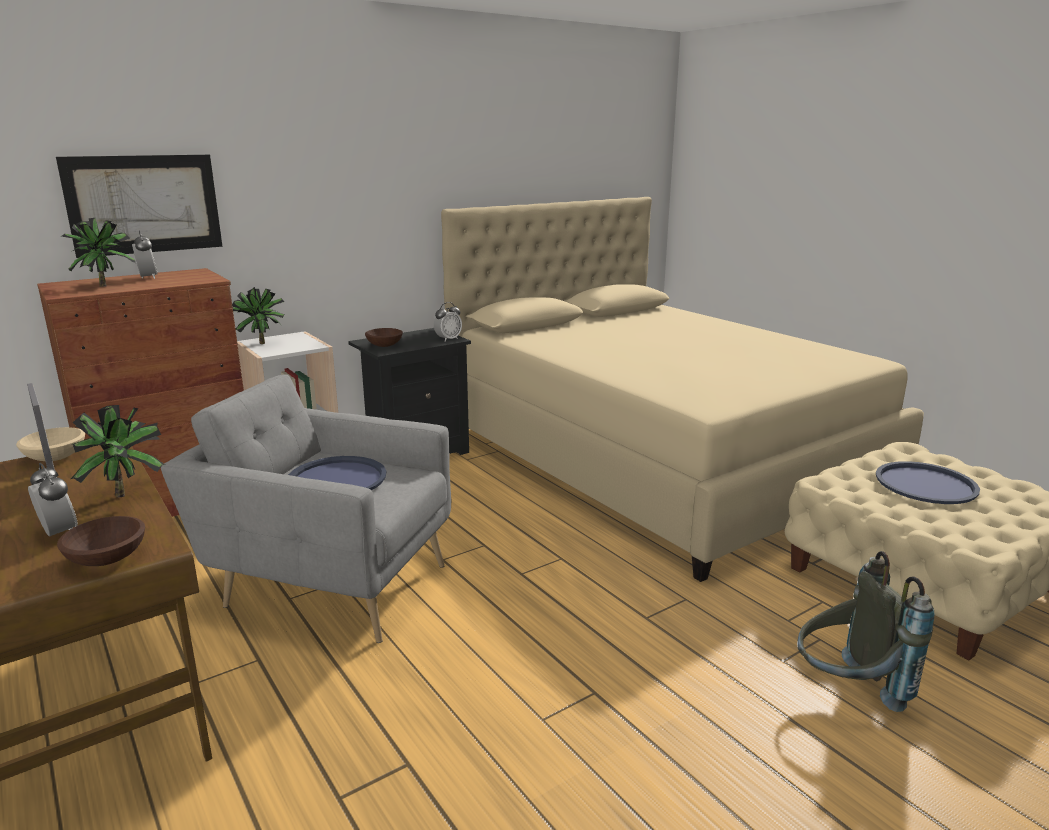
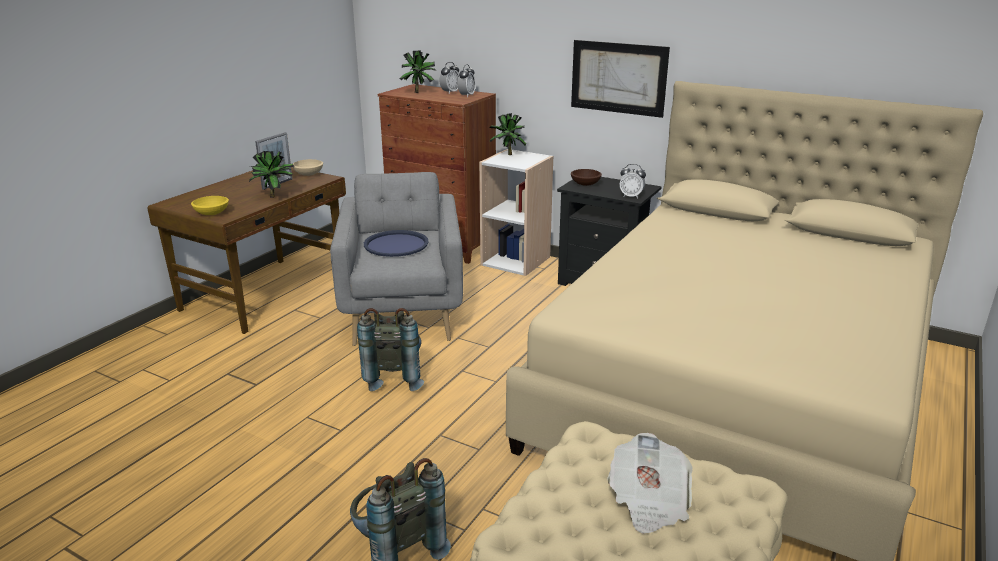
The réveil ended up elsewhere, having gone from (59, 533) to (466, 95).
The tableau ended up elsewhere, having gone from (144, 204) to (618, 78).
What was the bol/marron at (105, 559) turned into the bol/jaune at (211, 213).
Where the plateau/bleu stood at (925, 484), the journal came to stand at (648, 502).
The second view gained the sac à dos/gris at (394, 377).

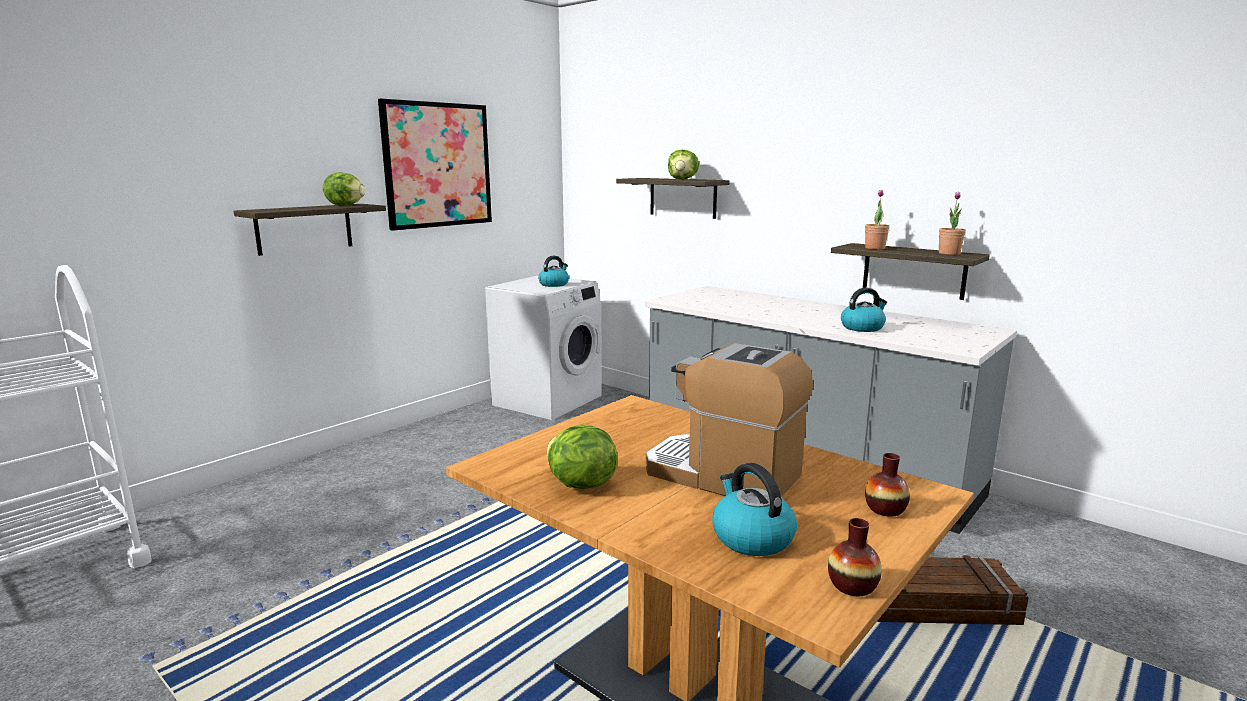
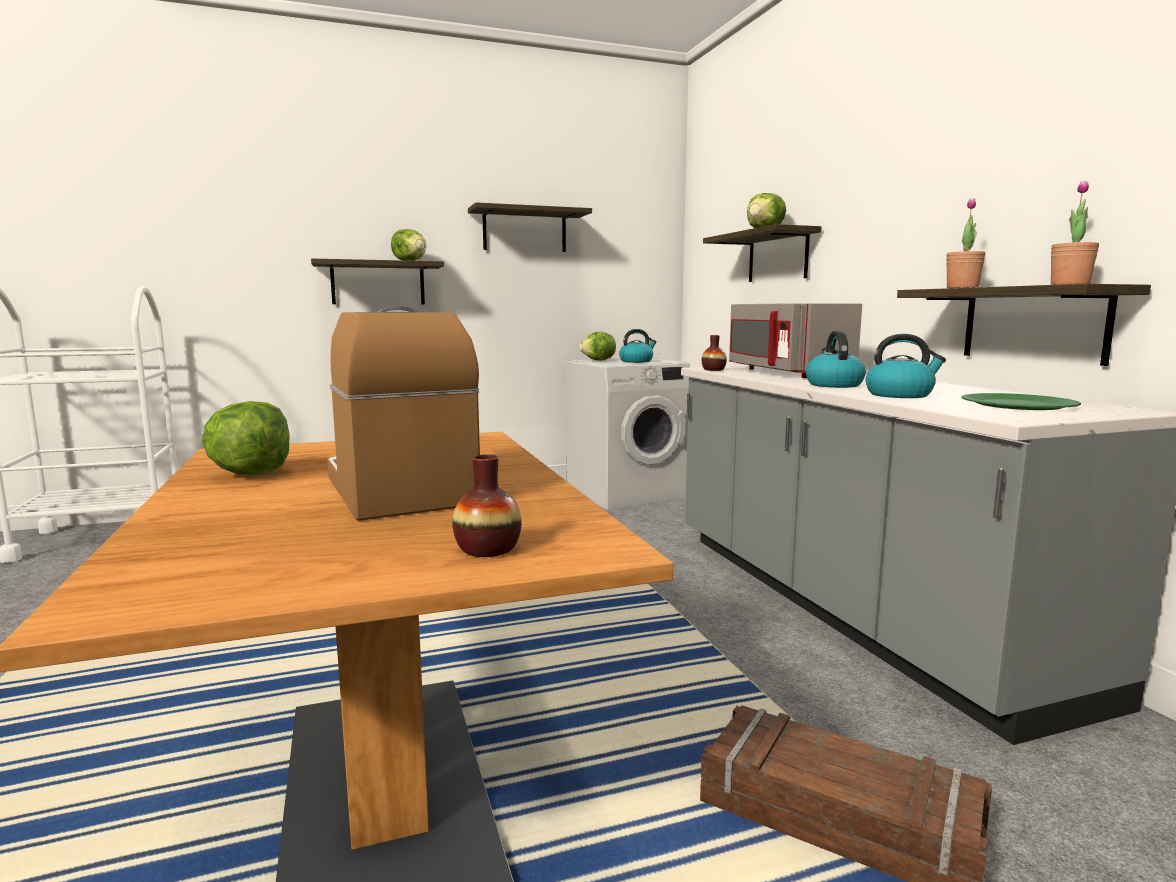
Where the tableau hung at (437, 165), the étagère came to hang at (524, 231).
The bouilloire ended up elsewhere, having gone from (751, 537) to (833, 385).
The vase ended up elsewhere, having gone from (852, 586) to (713, 370).
The second view gained the laitue at (599, 360).
The second view gained the micro-ondes/gris at (785, 372).
The second view gained the assiette/vert at (1017, 405).

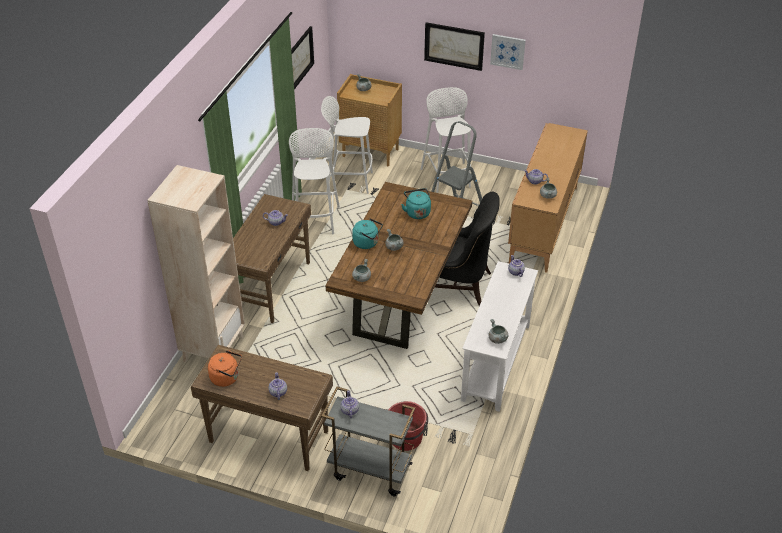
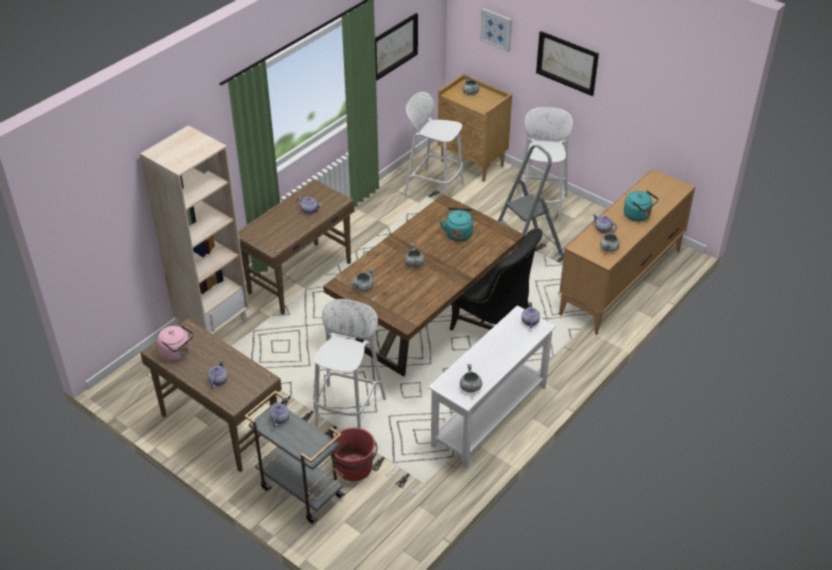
What was the bouilloire/orange at (226, 378) turned into the bouilloire/rose at (177, 353).
The tabouret/blanc ended up elsewhere, having gone from (315, 220) to (348, 410).
The bouilloire/turquoise ended up elsewhere, having gone from (367, 243) to (638, 216).
The tableau ended up elsewhere, having gone from (508, 51) to (496, 29).

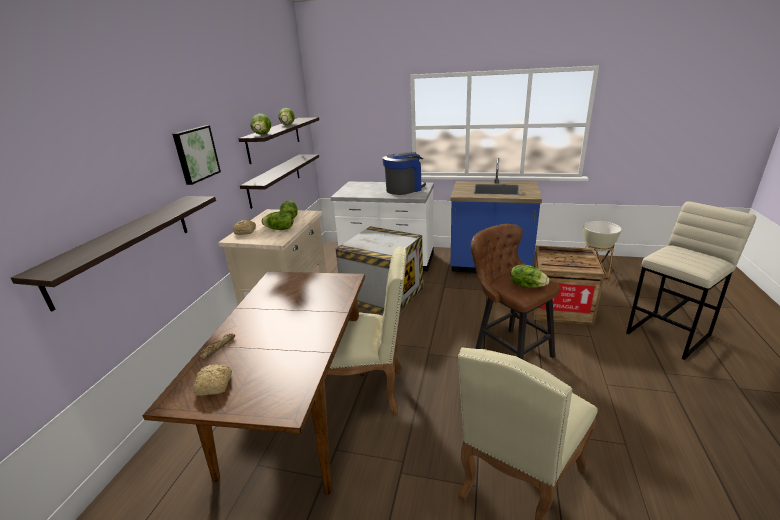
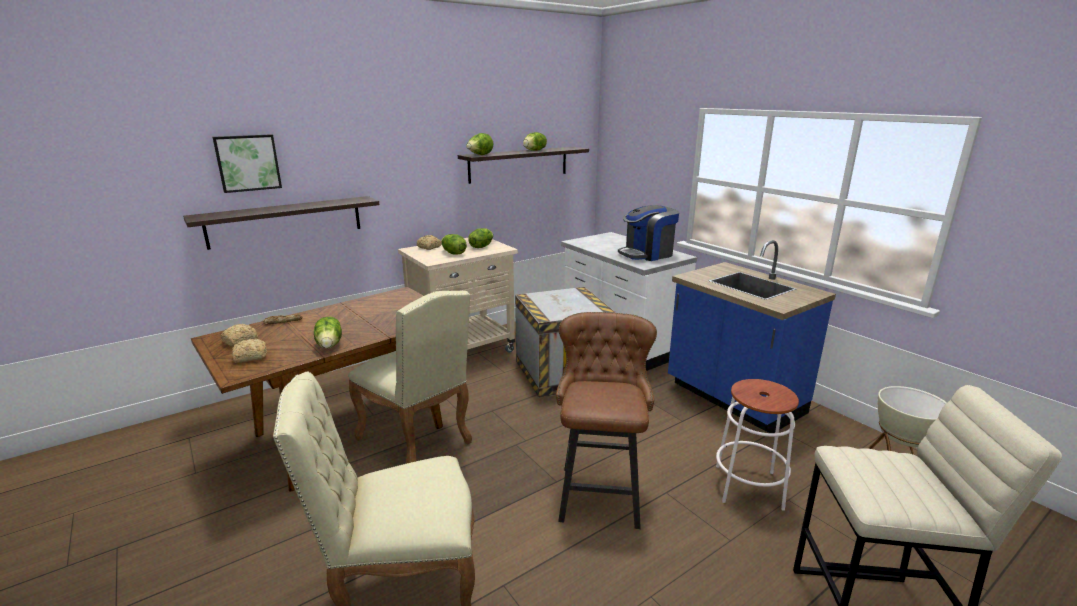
The tableau ended up elsewhere, having gone from (195, 154) to (247, 163).
The second view lost the étagère at (275, 179).
The machine à café at (404, 189) ended up facing another way, 150 degrees clockwise from before.
The laitue ended up elsewhere, having gone from (527, 285) to (330, 345).
Where the caisse stood at (560, 307), the tabouret/blanc came to stand at (748, 486).
The second view gained the pain at (249, 357).

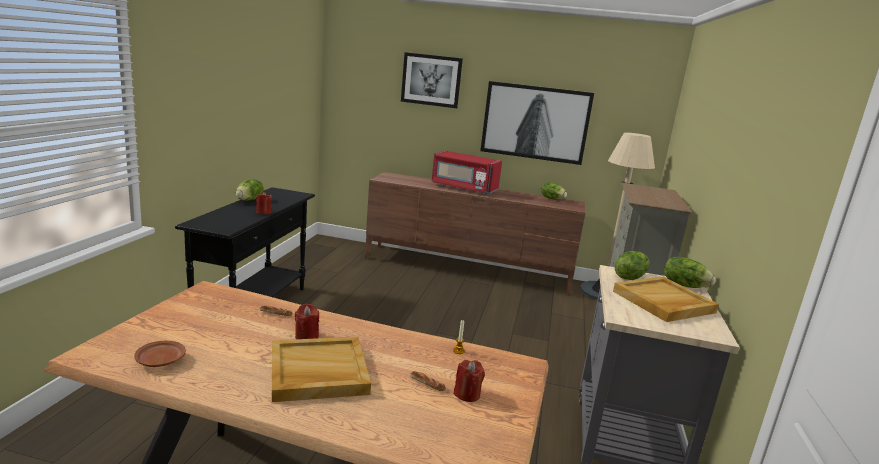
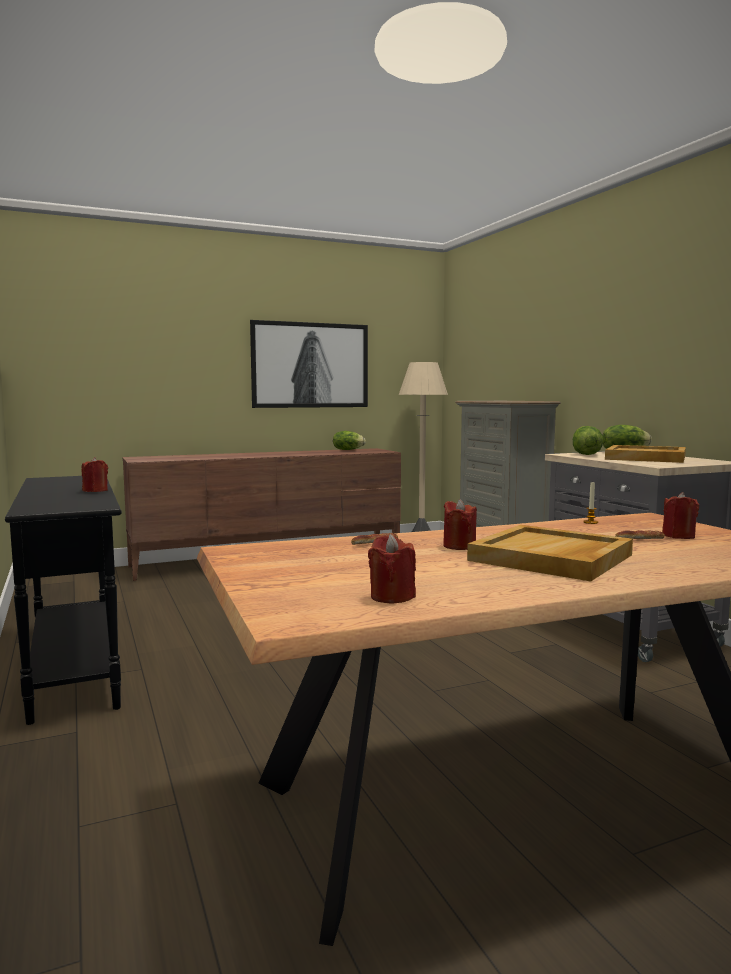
Where the assiette/marron stood at (160, 361), the bougie/rouge came to stand at (392, 597).
The second view lost the laitue at (249, 200).
The second view lost the tableau at (431, 80).
The second view lost the micro-ondes/rouge at (463, 188).

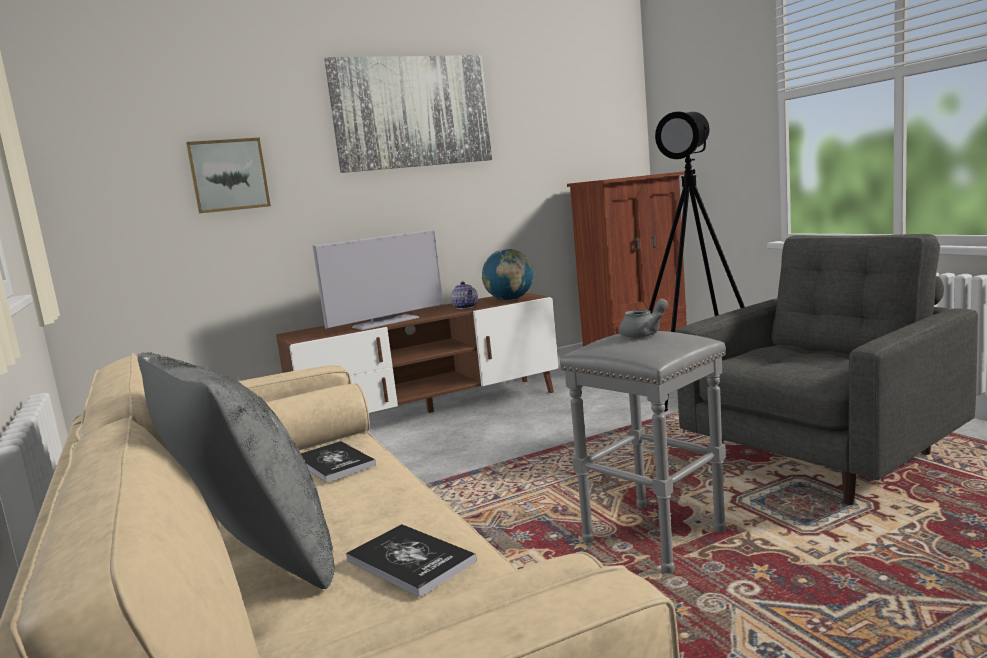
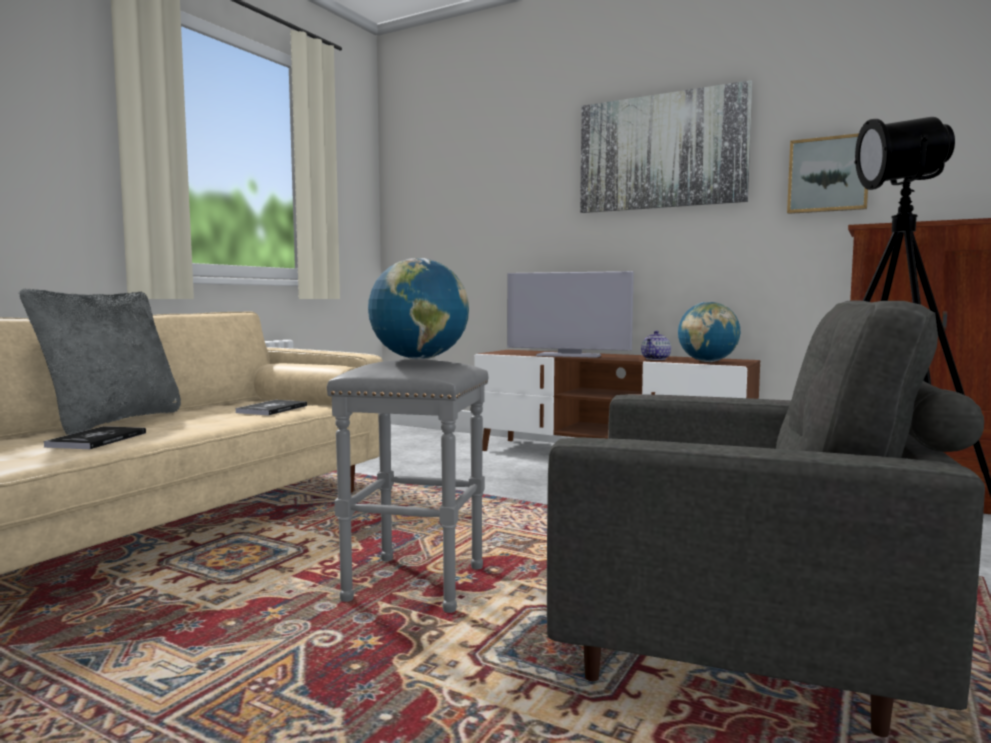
The tableau ended up elsewhere, having gone from (228, 175) to (828, 175).
Where the théière/gris stood at (645, 333), the globe came to stand at (419, 359).

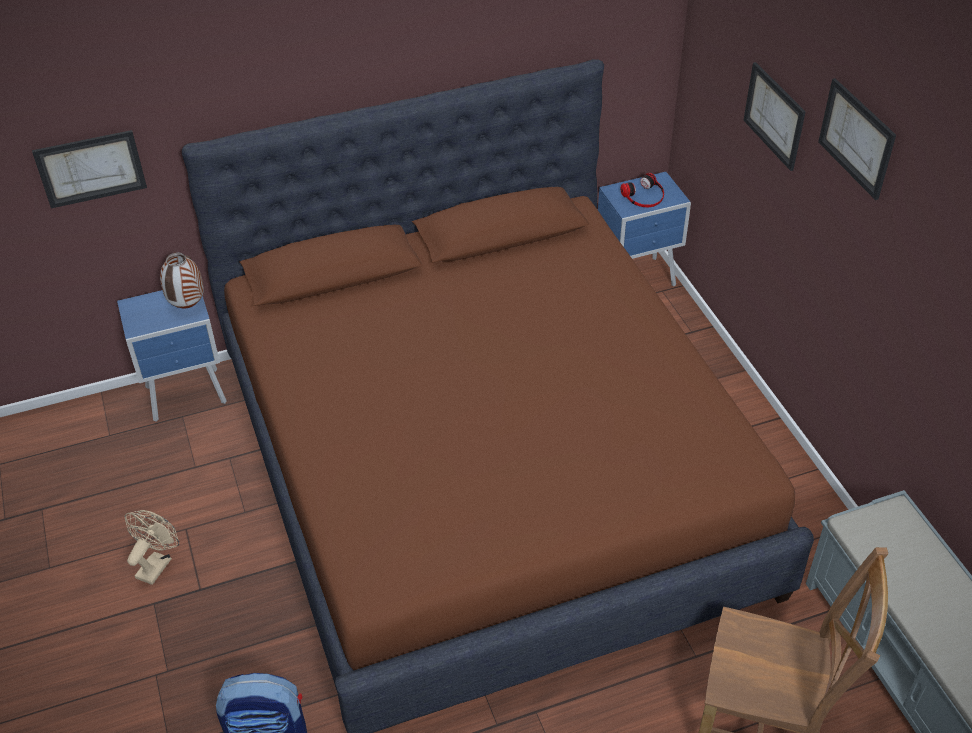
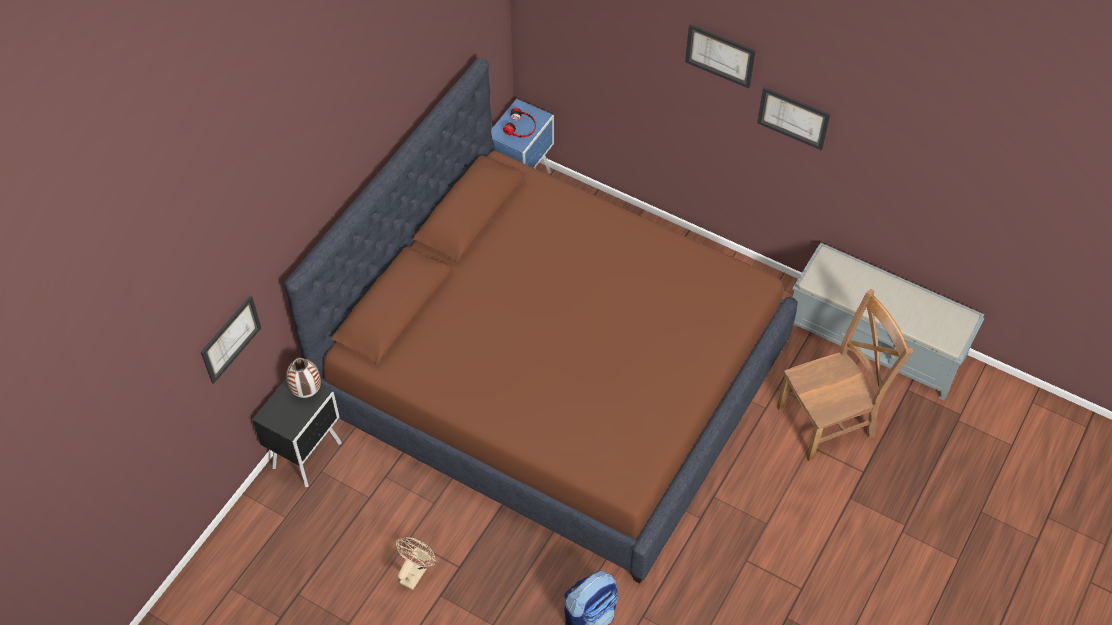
What was the table de chevet/bleu at (188, 395) turned into the table de chevet/noir at (309, 455).
The ventilateur/beige at (157, 564) ended up facing another way, 45 degrees clockwise from before.
The tableau ended up elsewhere, having gone from (774, 115) to (793, 118).

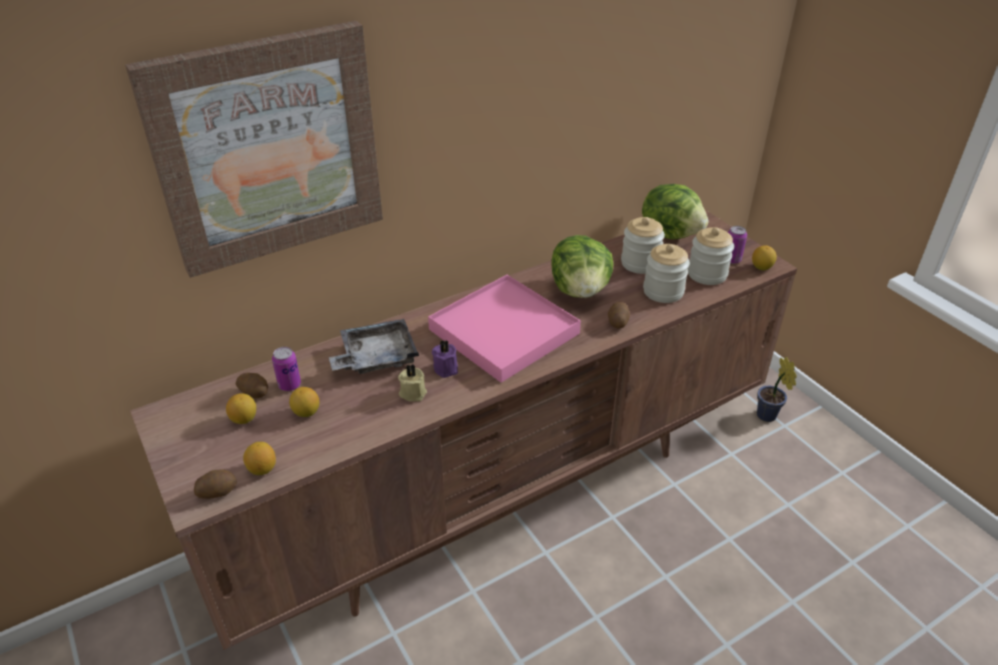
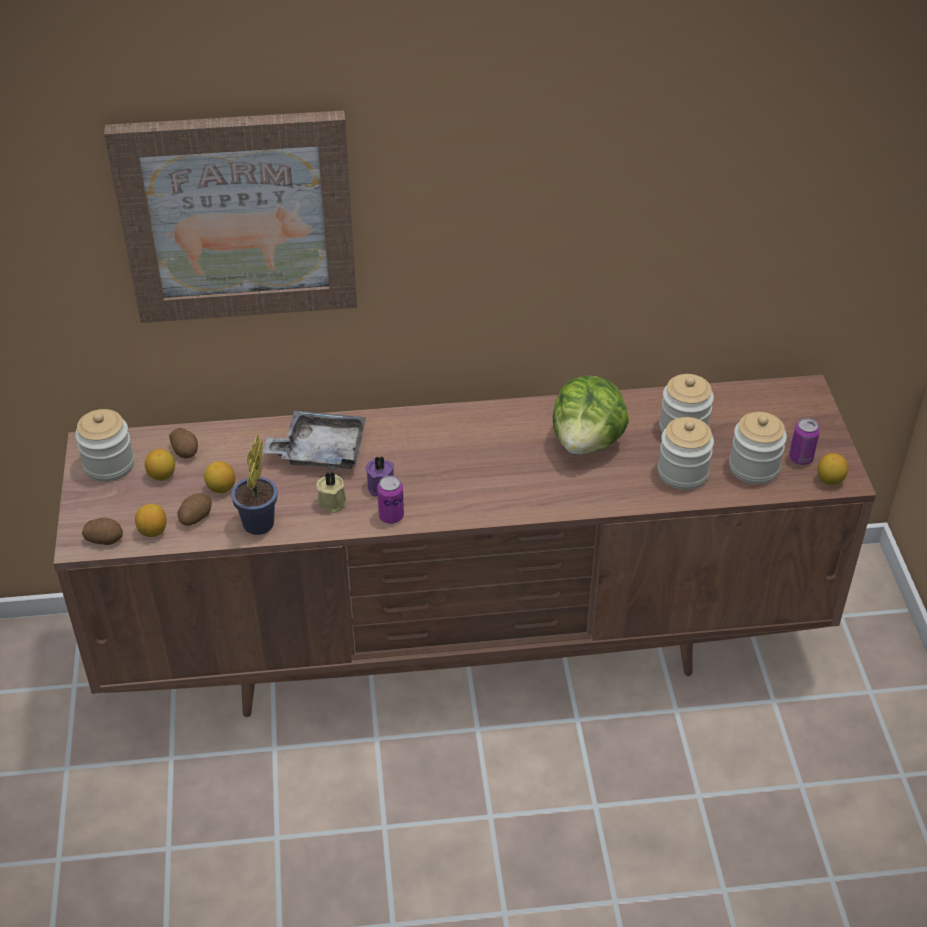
The boîte métallique ended up elsewhere, having gone from (289, 385) to (391, 516).
The second view lost the plateau/rose at (504, 331).
The pomme de terre ended up elsewhere, having gone from (617, 322) to (195, 517).
The second view lost the laitue at (671, 233).
The plante en pot ended up elsewhere, having gone from (767, 417) to (257, 527).
The second view gained the bocal at (109, 465).

